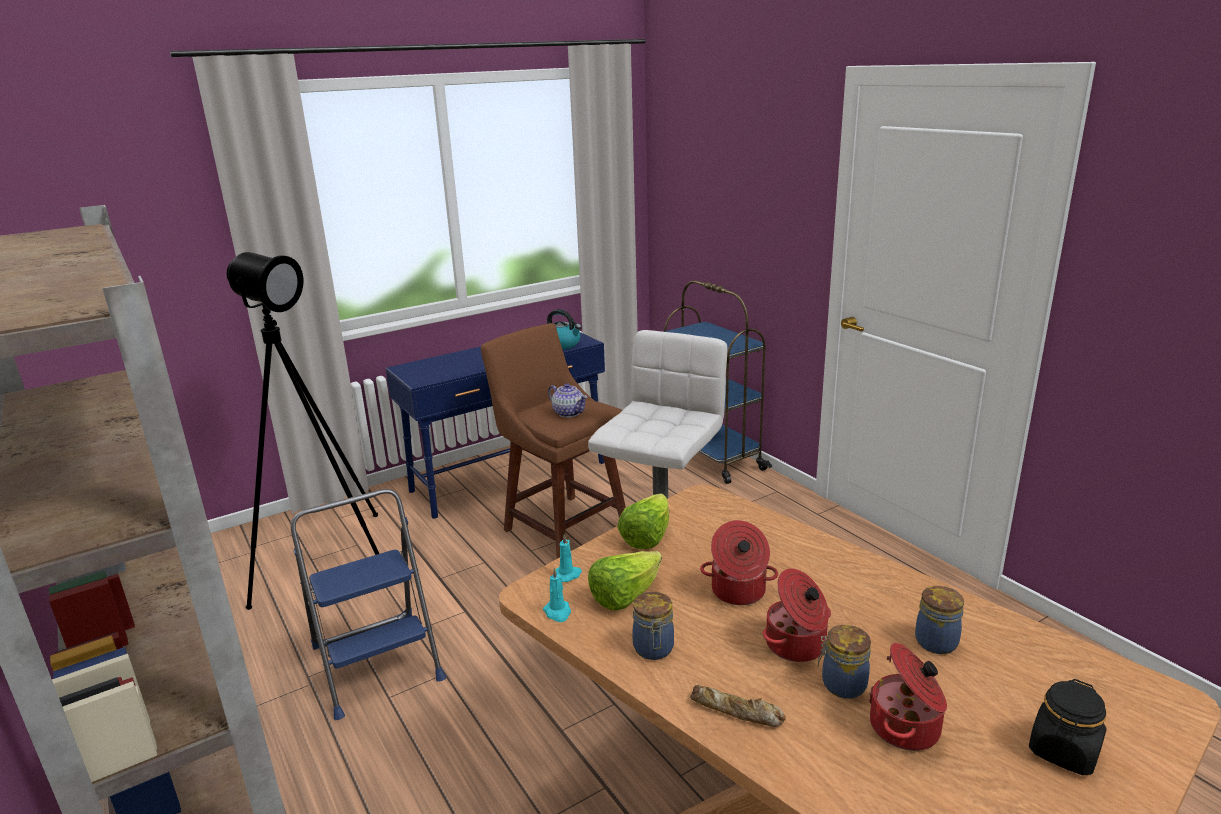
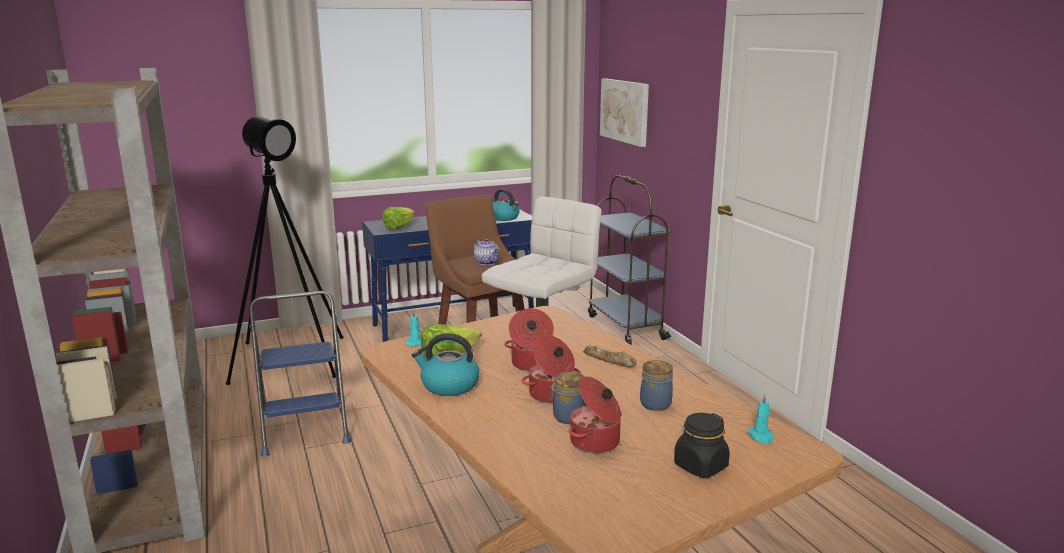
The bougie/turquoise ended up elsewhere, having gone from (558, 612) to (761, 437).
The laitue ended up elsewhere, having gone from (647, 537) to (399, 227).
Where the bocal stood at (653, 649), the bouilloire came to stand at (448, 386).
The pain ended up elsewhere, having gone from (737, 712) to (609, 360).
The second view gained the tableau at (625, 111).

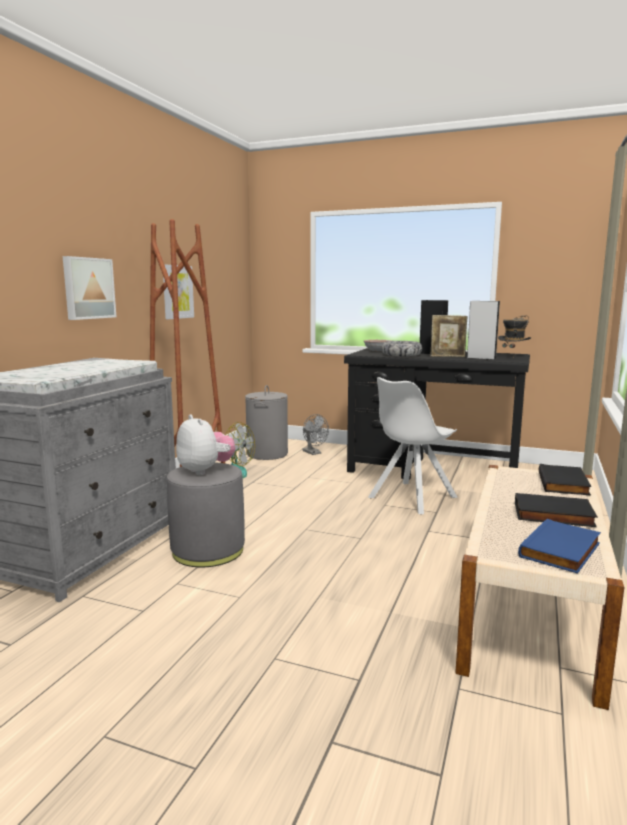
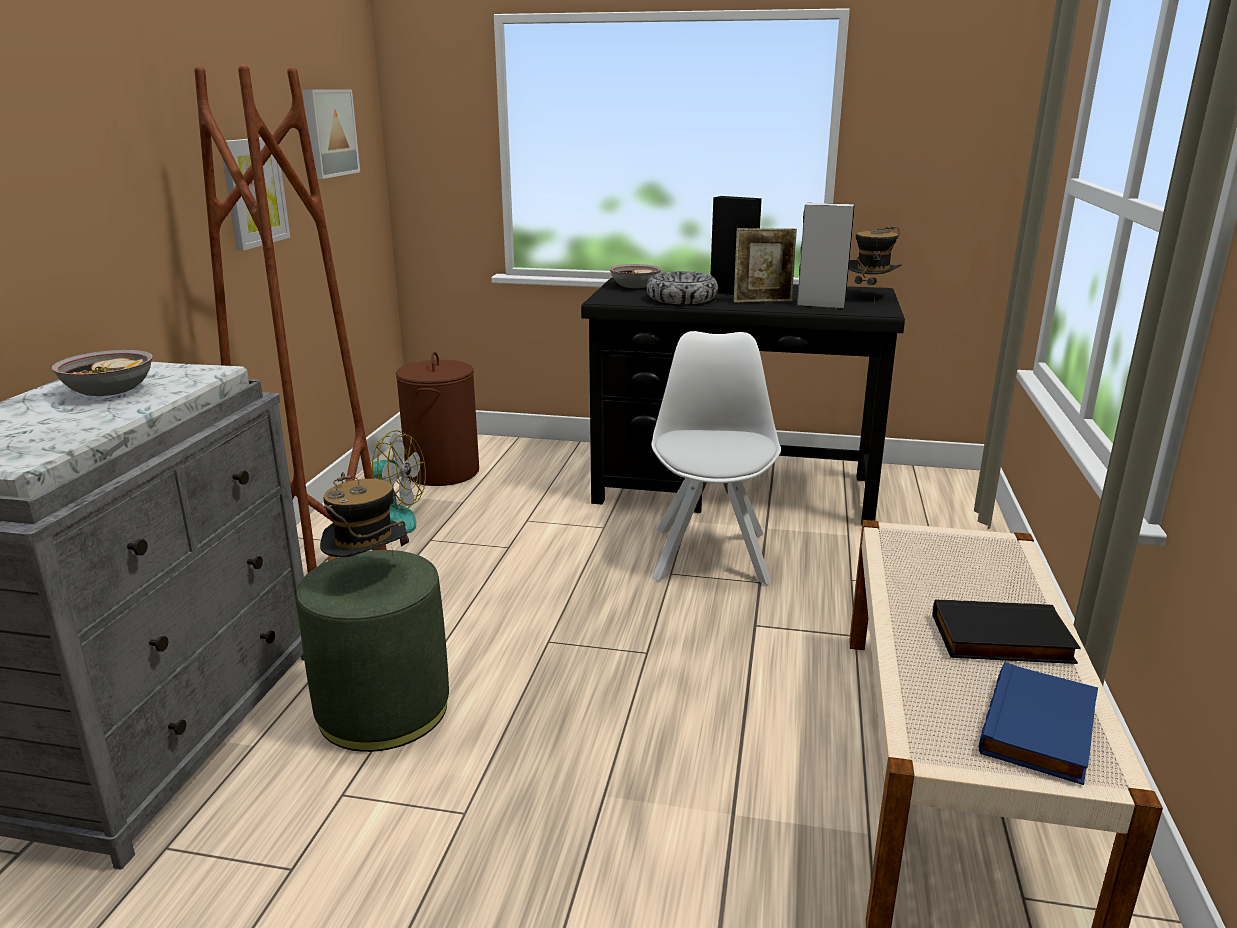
The tableau ended up elsewhere, having gone from (88, 288) to (328, 133).
What was the pouf/gris at (208, 550) turned into the pouf/vert at (383, 709).
Where the peluche stood at (205, 470), the chapeau came to stand at (368, 576).
What was the panier à linge/gris at (267, 454) turned into the panier à linge/marron at (442, 472).
The second view lost the ventilateur/gris at (314, 453).
The chaise/blanc at (411, 498) ended up facing another way, 150 degrees clockwise from before.
The second view lost the livre/noir at (564, 484).
The second view gained the bol at (109, 390).

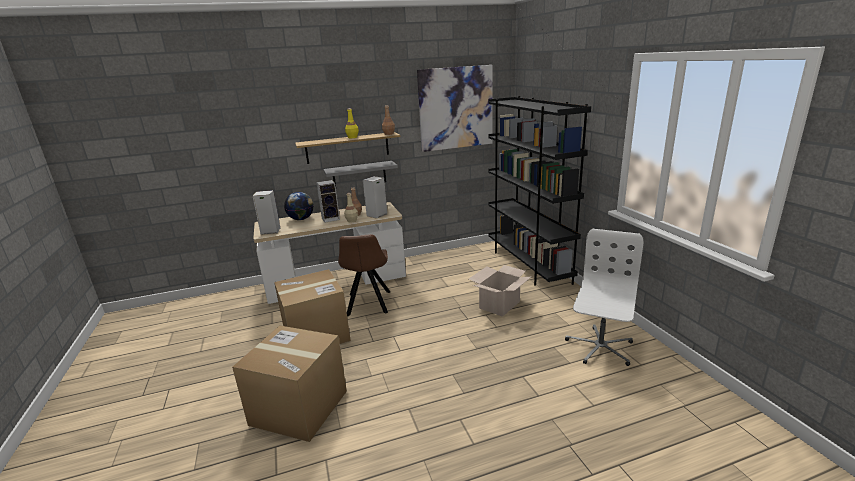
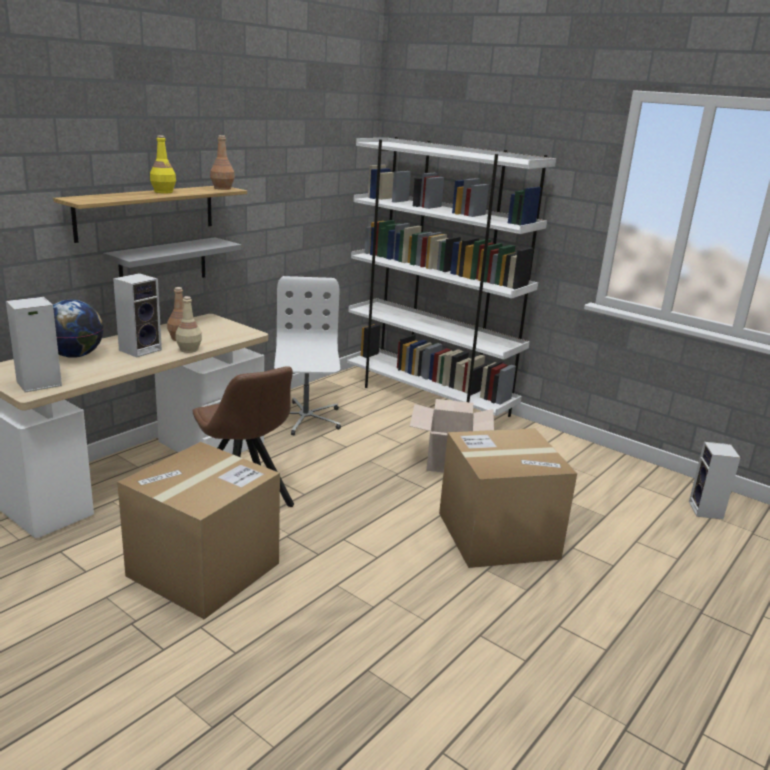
The carton ended up elsewhere, having gone from (299, 407) to (497, 535).
The enceinte ended up elsewhere, having gone from (376, 215) to (706, 511).
The second view lost the tableau at (456, 108).
What was the bibliothèque/noir at (528, 265) turned into the bibliothèque/blanc at (428, 398).
The chaise de bureau/blanc ended up elsewhere, having gone from (599, 347) to (305, 419).

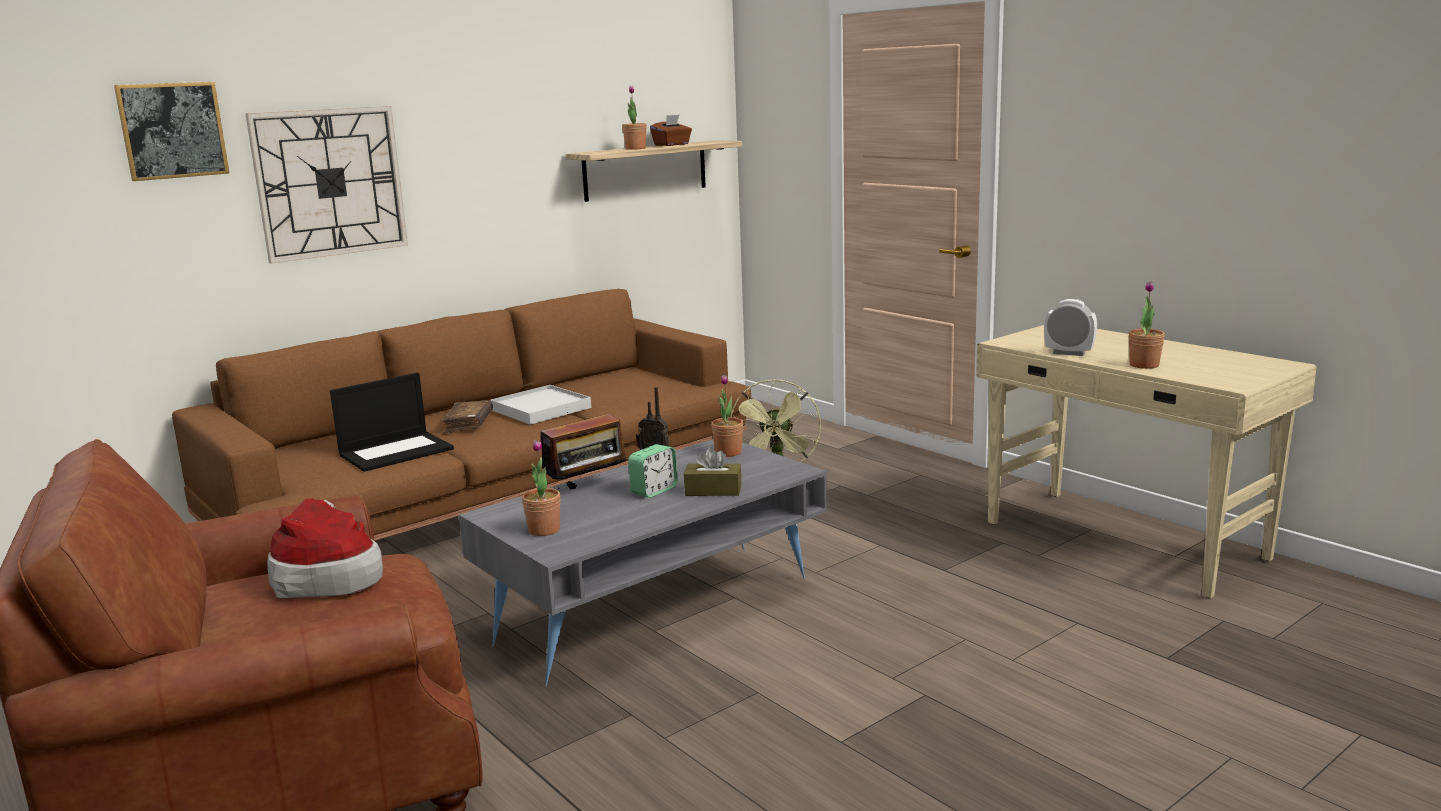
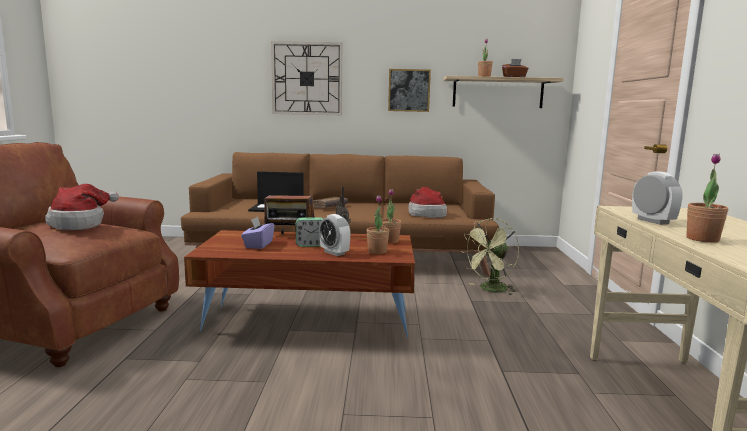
The tableau ended up elsewhere, having gone from (172, 130) to (409, 90).
What was the table basse/gris at (656, 610) turned into the table basse/marron at (309, 322).
The second view lost the plateau/blanc at (541, 409).
The plante en pot ended up elsewhere, having gone from (544, 530) to (377, 251).
Where the boîte à mouchoirs/marron stood at (713, 490), the réveil came to stand at (334, 253).
The second view gained the boîte à mouchoirs/violet at (258, 245).
The second view gained the chapeau at (426, 214).

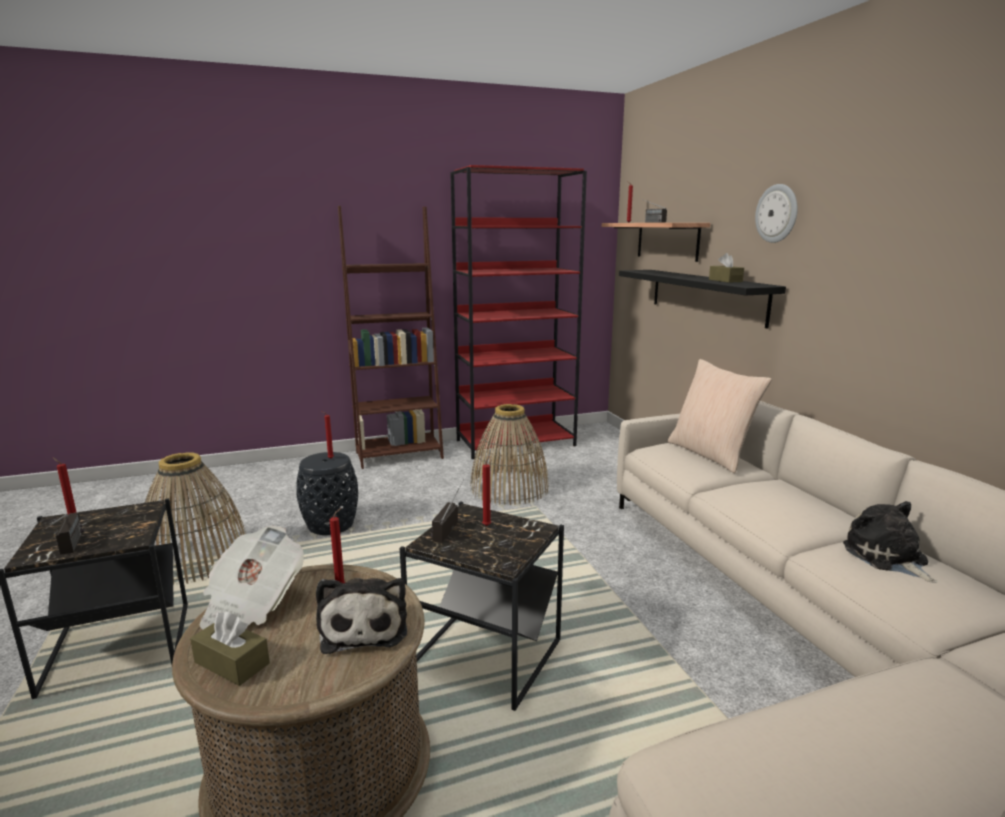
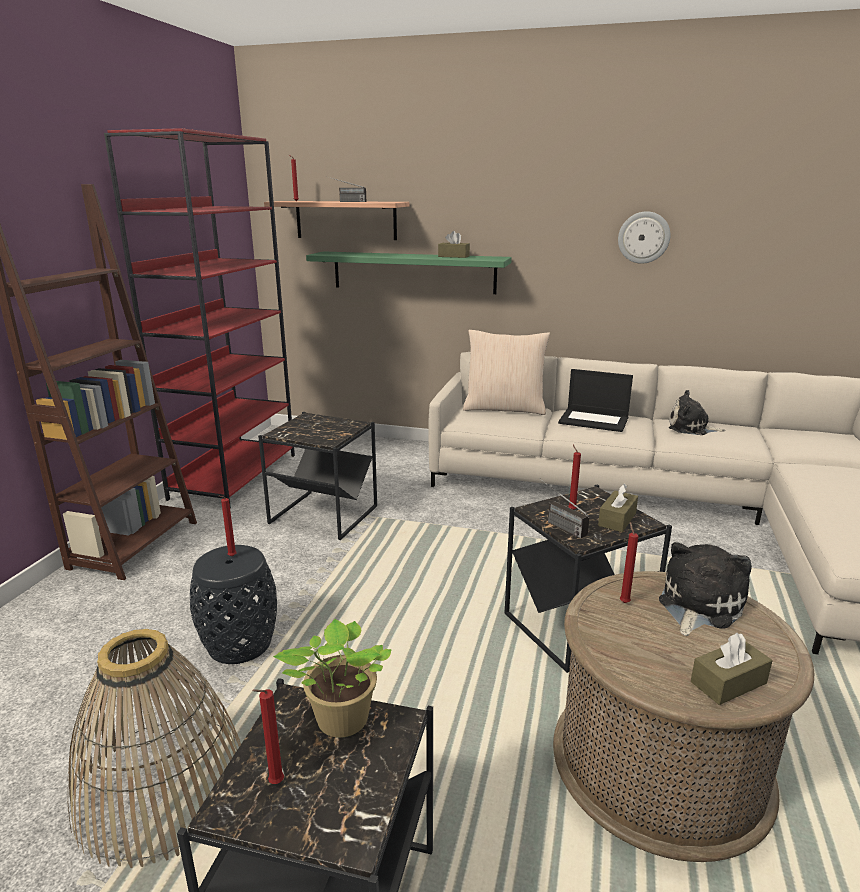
The second view lost the radio at (71, 548).
The second view lost the journal at (252, 602).
The peluche at (364, 626) ended up facing another way, 75 degrees counterclockwise from before.
Where the panier stood at (509, 487), the table d'appoint/noir came to stand at (323, 515).
What was the étagère/noir at (706, 295) turned into the étagère/vert at (413, 272).
The horloge murale ended up elsewhere, having gone from (777, 213) to (643, 237).
The second view gained the plante en pot at (339, 722).
The second view gained the ordinateur portable at (594, 420).
The second view gained the boîte à mouchoirs/marron at (617, 519).

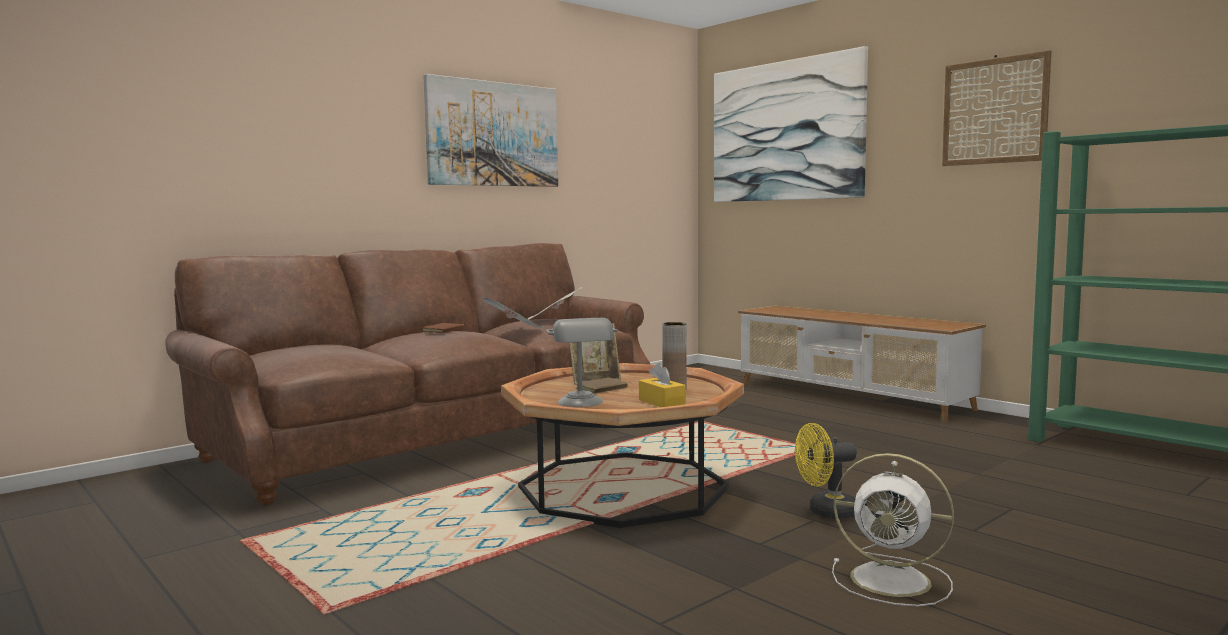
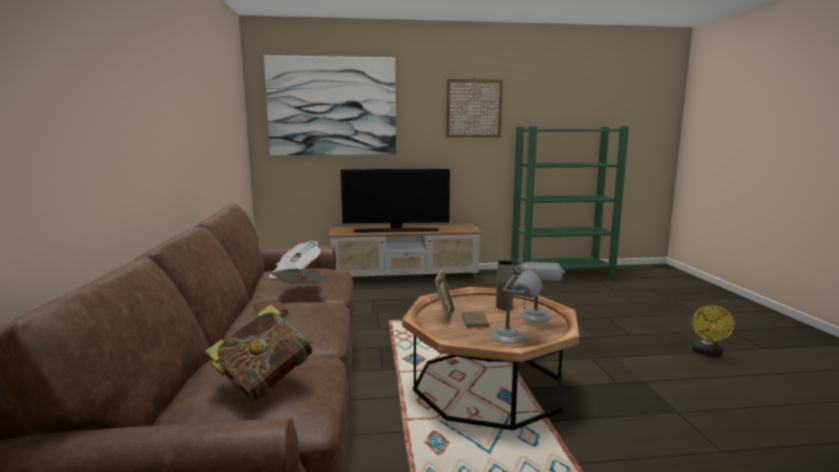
The second view lost the tableau at (493, 134).
Where the boîte à mouchoirs/jaune stood at (662, 402), the lampe de table/gris came to stand at (537, 319).
The ventilateur/jaune ended up elsewhere, having gone from (826, 512) to (707, 353).
The second view lost the ventilateur/blanc at (894, 580).
The second view gained the livre at (264, 383).
The second view gained the téléviseur at (396, 230).

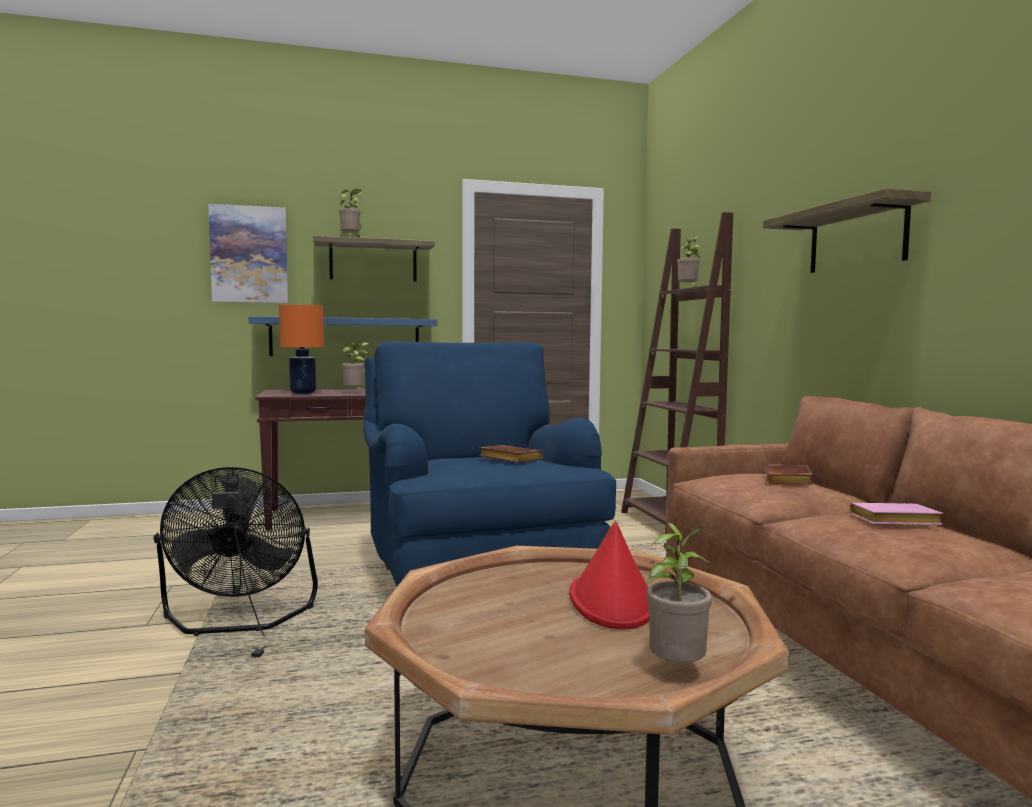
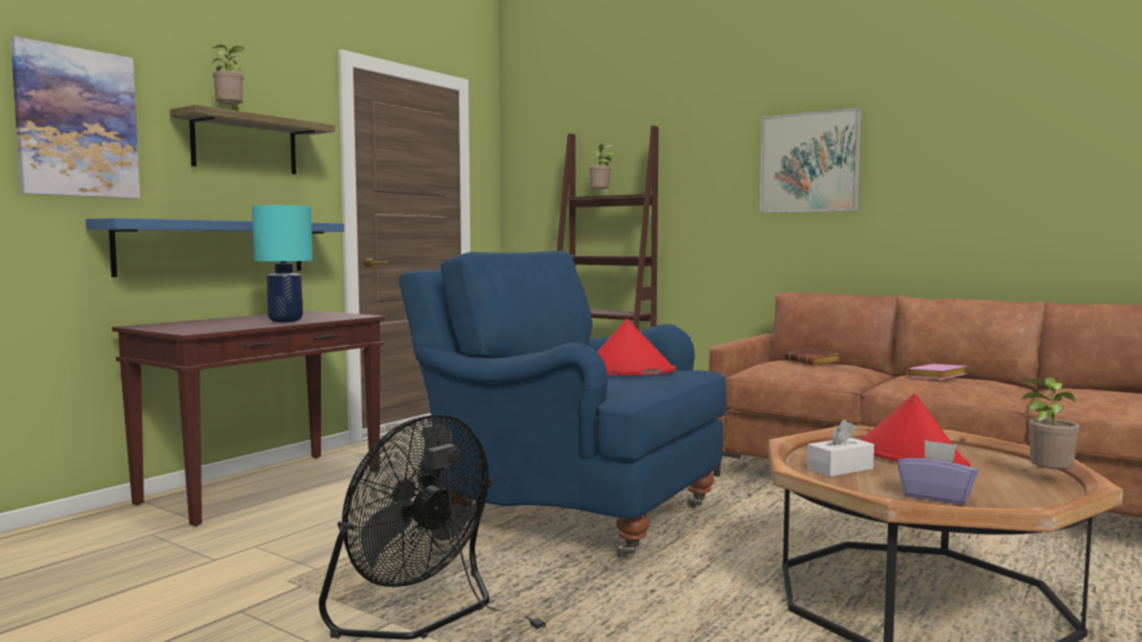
The second view lost the lampe de table/orange at (303, 393).
Where the plante en pot stood at (355, 393), the lampe de table/turquoise came to stand at (286, 321).
Where the livre/marron stood at (508, 459), the chapeau/rouge came to stand at (627, 372).
Where the étagère hung at (857, 238), the tableau came to hang at (809, 162).
The second view gained the boîte à mouchoirs/blanc at (840, 469).
The second view gained the boîte à mouchoirs/violet at (936, 496).

